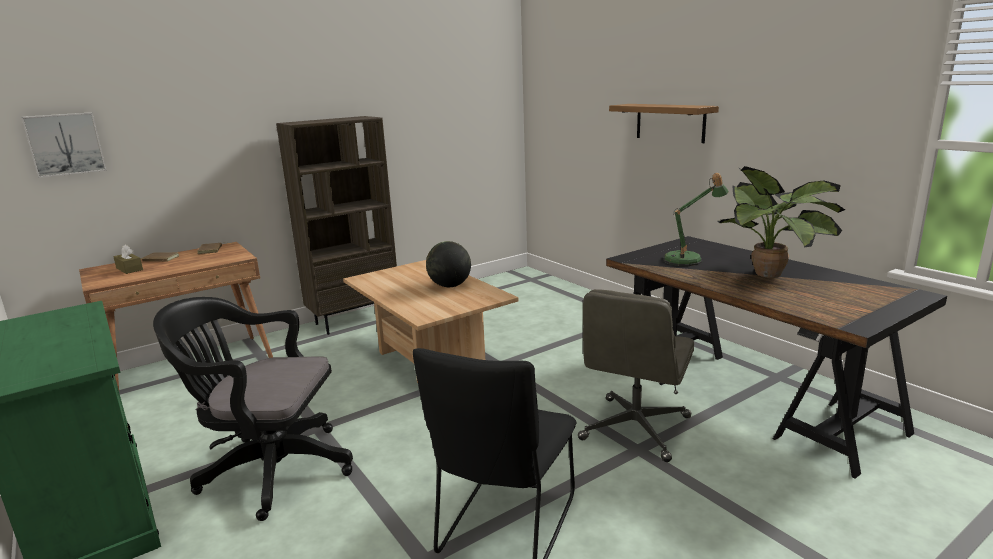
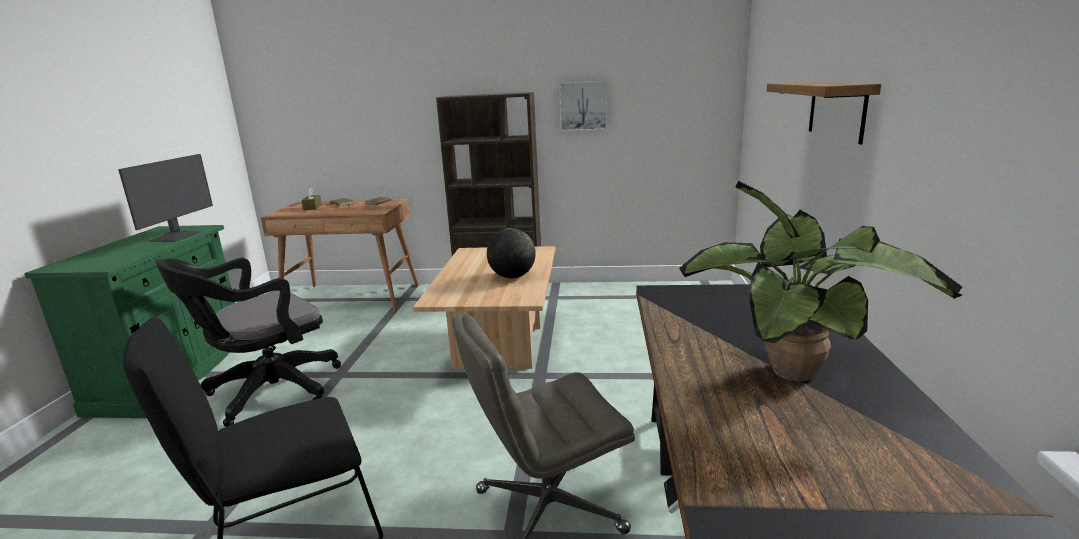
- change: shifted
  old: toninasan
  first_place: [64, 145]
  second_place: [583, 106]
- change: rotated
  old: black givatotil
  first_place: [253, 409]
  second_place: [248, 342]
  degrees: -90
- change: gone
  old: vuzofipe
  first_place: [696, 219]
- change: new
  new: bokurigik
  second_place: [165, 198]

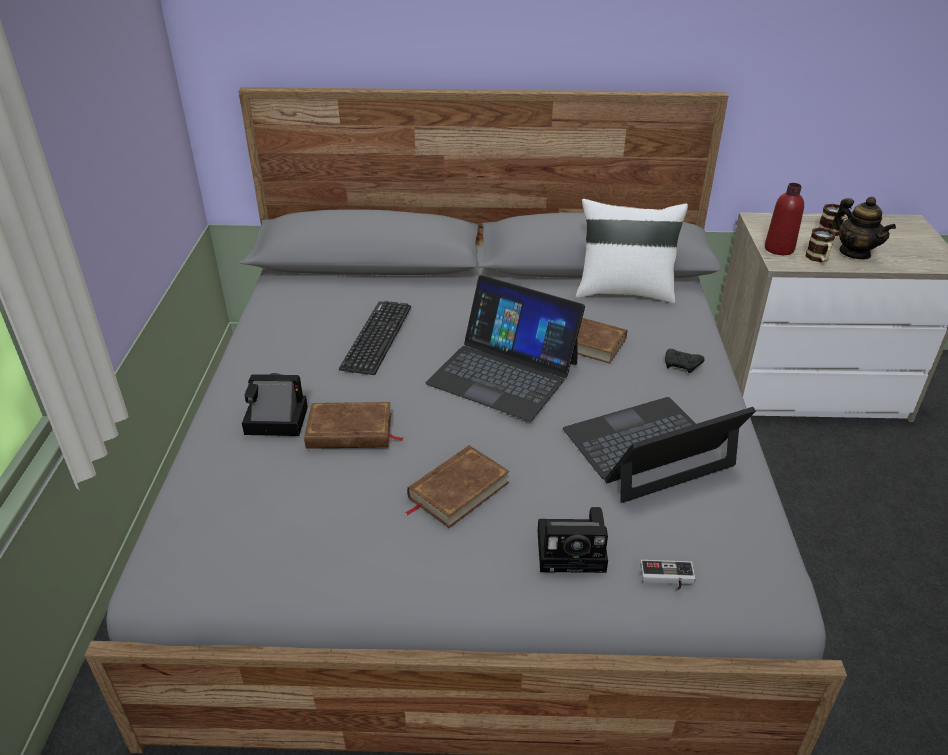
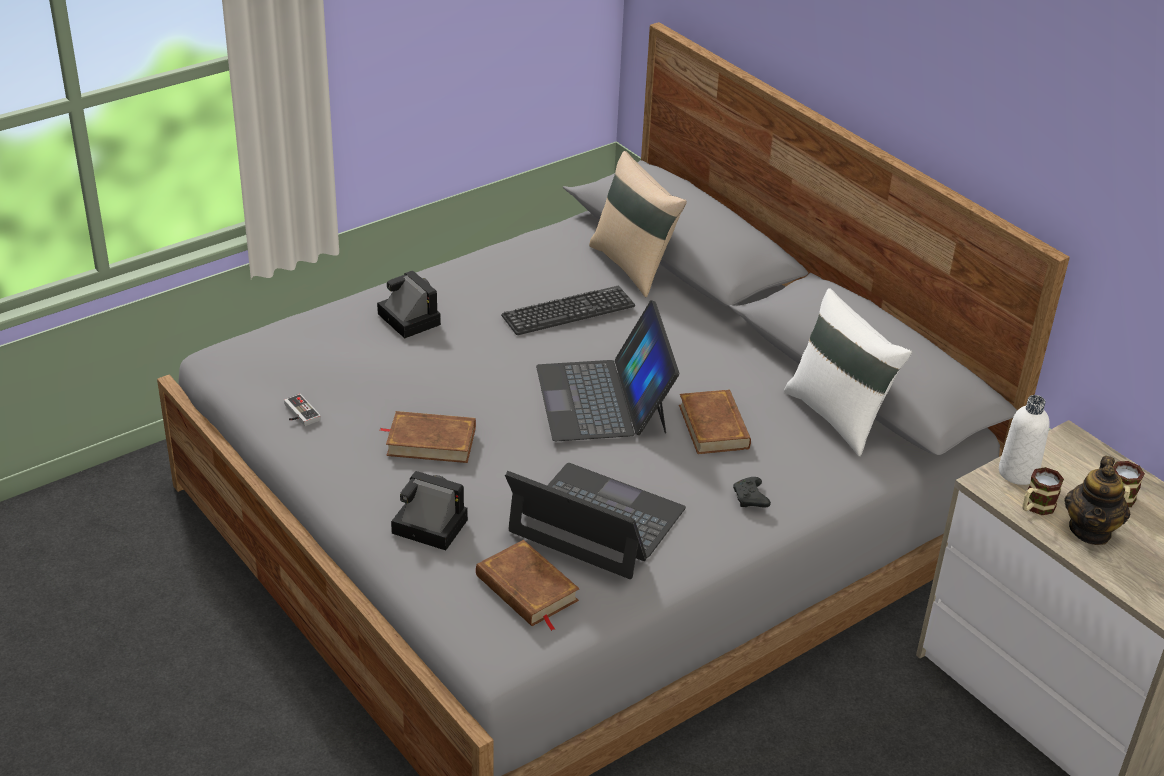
- change: shifted
  old: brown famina
  first_place: [354, 425]
  second_place: [527, 585]
- change: rotated
  old: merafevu
  first_place: [573, 540]
  second_place: [429, 510]
  degrees: 150
- change: shifted
  old: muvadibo
  first_place: [668, 575]
  second_place: [302, 410]
- change: repainted
  old: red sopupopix
  new: white sopupopix
  first_place: [784, 219]
  second_place: [1024, 440]
- change: new
  new: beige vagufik
  second_place: [638, 224]

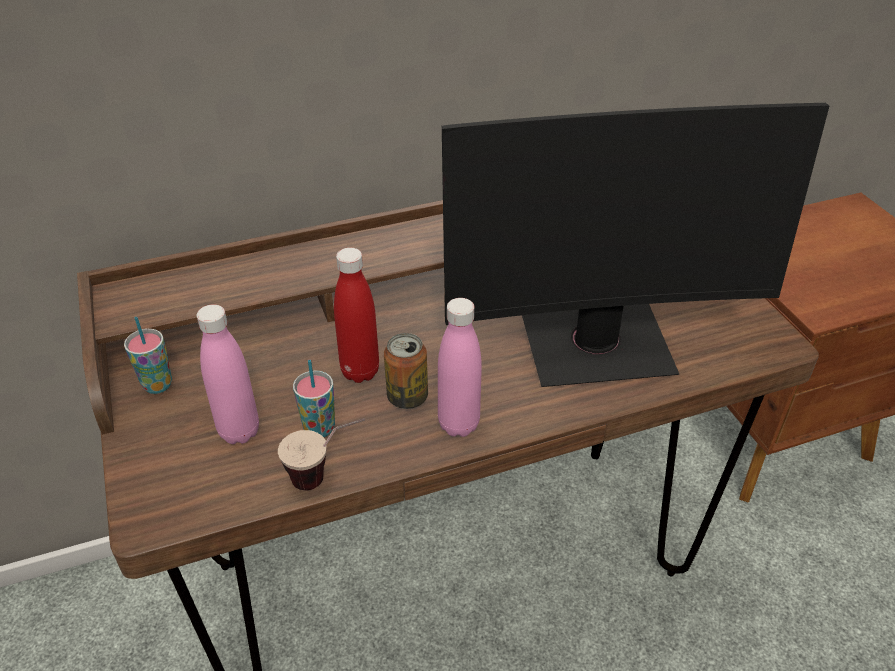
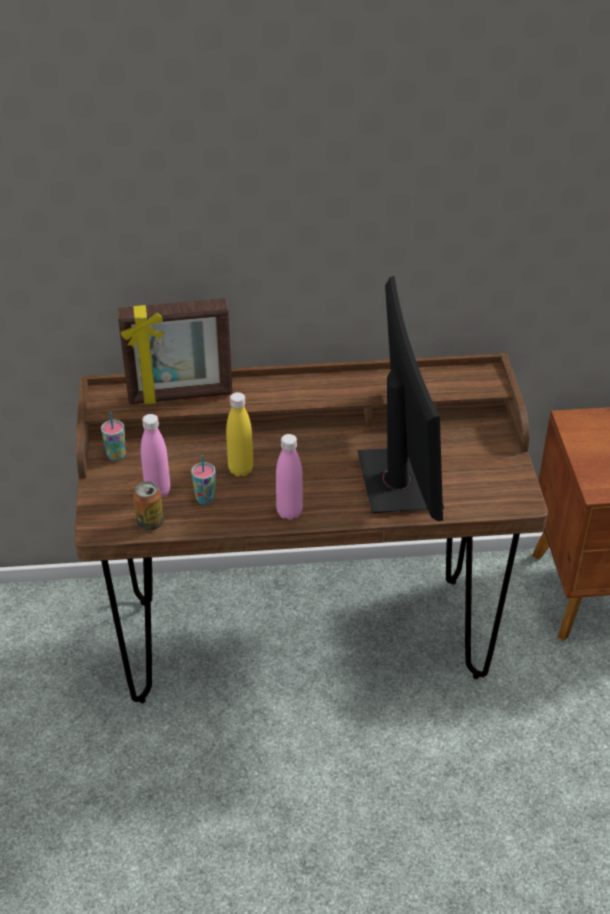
- change: gone
  old: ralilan
  first_place: [321, 454]
- change: repainted
  old: red sopupopix
  new: yellow sopupopix
  first_place: [356, 315]
  second_place: [239, 434]
- change: shifted
  old: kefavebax
  first_place: [406, 371]
  second_place: [148, 506]
- change: rotated
  old: bokurigik
  first_place: [635, 245]
  second_place: [400, 398]
  degrees: -105
- change: new
  new: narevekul
  second_place: [175, 351]

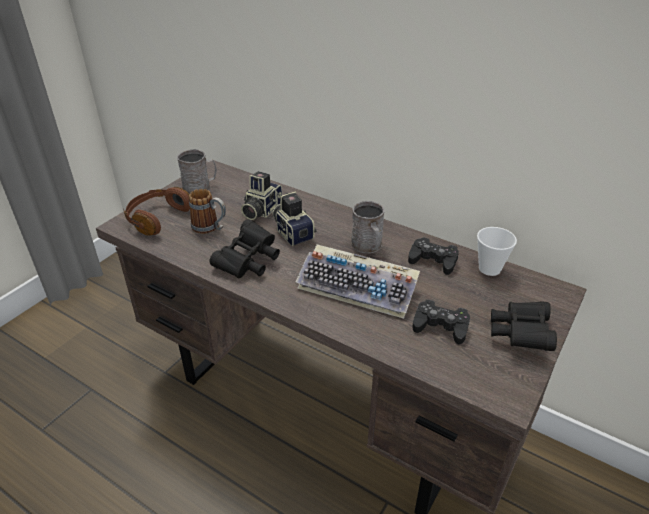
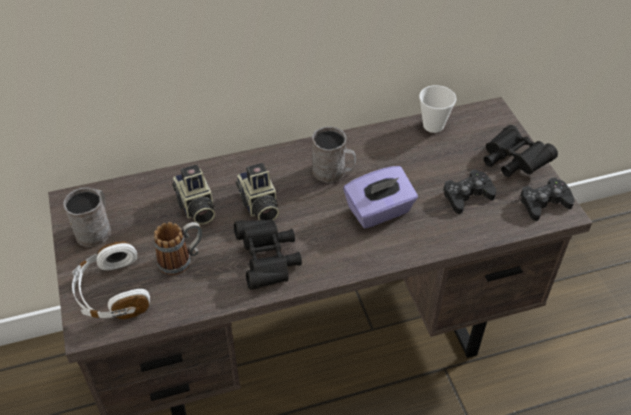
- change: repainted
  old: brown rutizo
  new: white rutizo
  first_place: [156, 211]
  second_place: [111, 280]
- change: rotated
  old: merafevu
  first_place: [294, 218]
  second_place: [257, 191]
  degrees: -120
- change: swapped
  old: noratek
  new: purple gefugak
  first_place: [357, 281]
  second_place: [381, 197]
- change: shifted
  old: black muvadibo
  first_place: [433, 256]
  second_place: [547, 199]

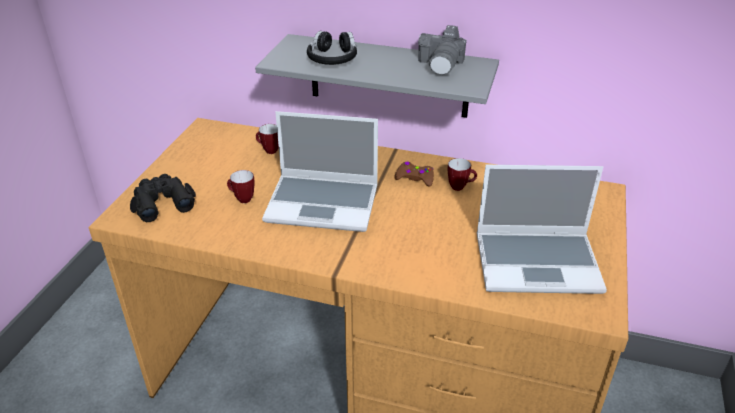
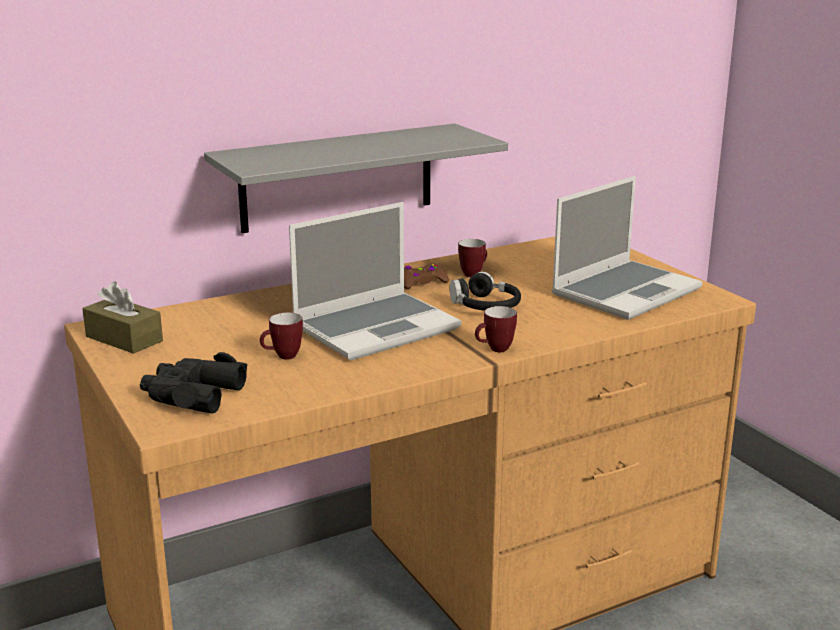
- change: shifted
  old: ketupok
  first_place: [267, 139]
  second_place: [496, 329]
- change: shifted
  old: black rutizo
  first_place: [332, 48]
  second_place: [485, 291]
- change: gone
  old: merafevu
  first_place: [442, 50]
- change: new
  new: brown gefugak
  second_place: [122, 317]

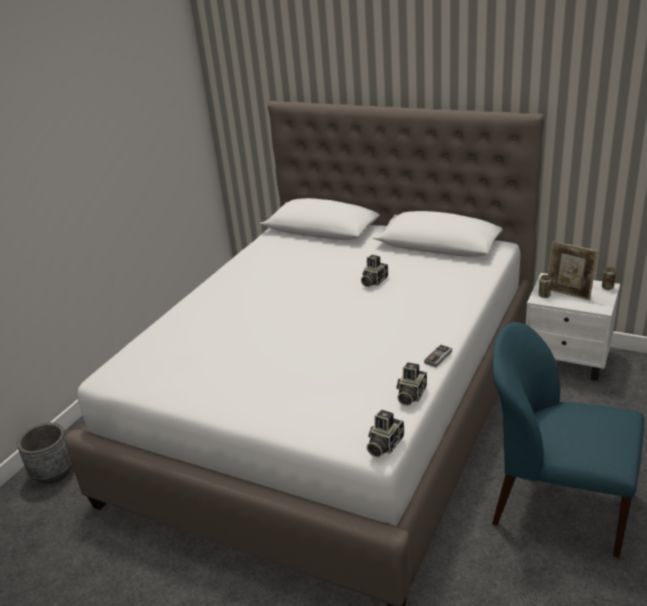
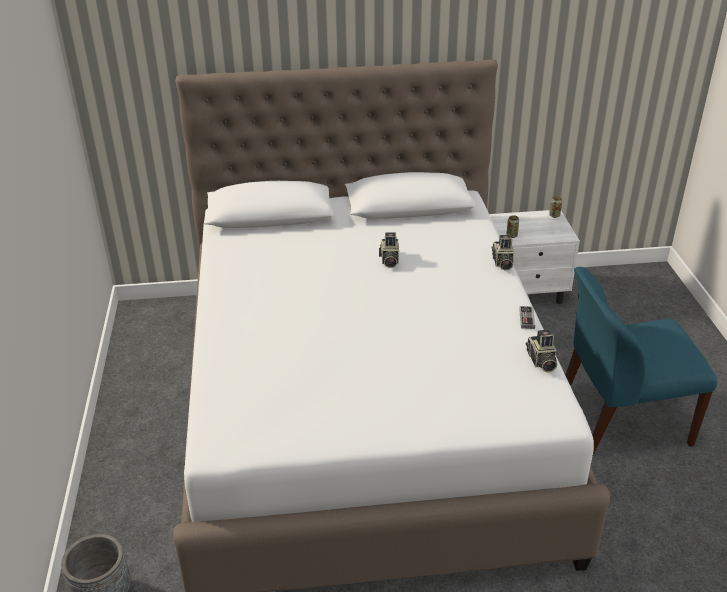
- change: shifted
  old: merafevu
  first_place: [385, 433]
  second_place: [503, 253]
- change: gone
  old: narevekul
  first_place: [573, 270]

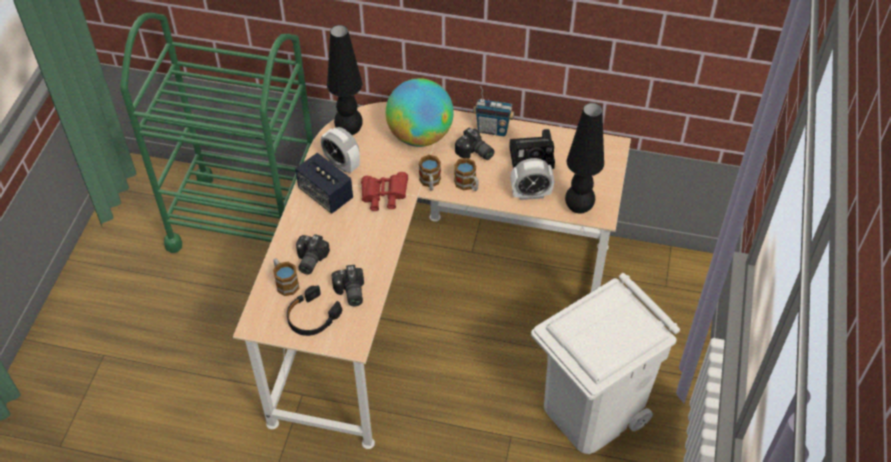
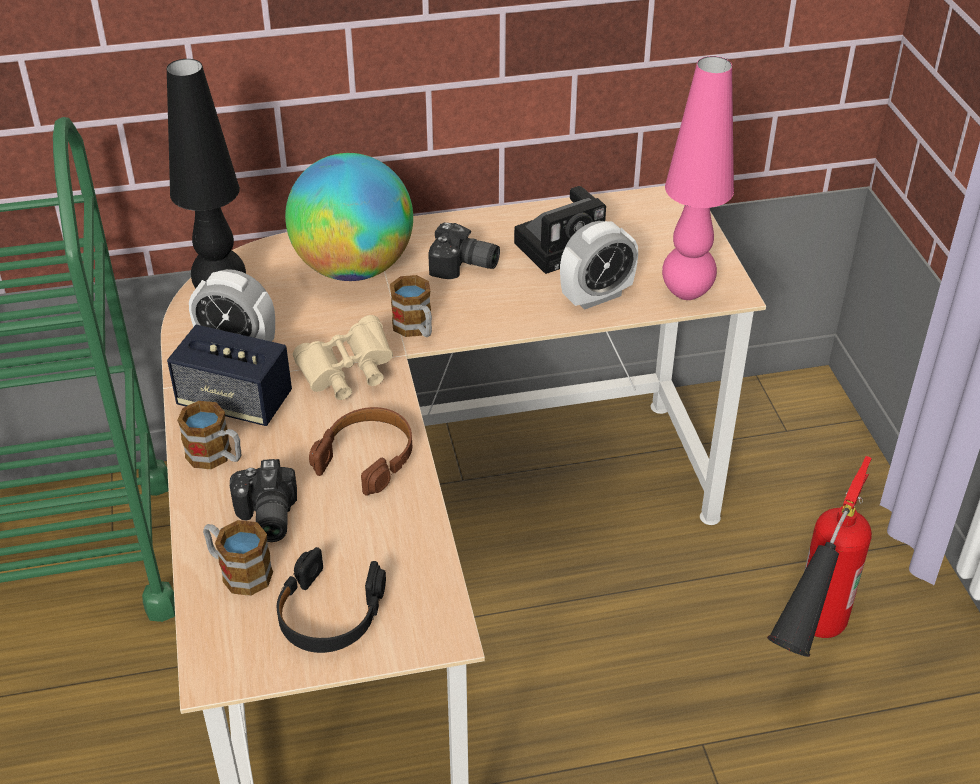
- change: gone
  old: merafevu
  first_place: [347, 285]
- change: repainted
  old: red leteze
  new: beige leteze
  first_place: [384, 191]
  second_place: [343, 357]
- change: shifted
  old: ketupok
  first_place: [466, 174]
  second_place: [209, 435]
- change: gone
  old: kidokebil
  first_place: [494, 111]
- change: swapped
  old: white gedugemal
  new: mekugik
  first_place: [605, 363]
  second_place: [819, 556]
- change: repainted
  old: black vuzofipe
  new: pink vuzofipe
  first_place: [584, 158]
  second_place: [698, 178]
- change: new
  new: brown rutizo
  second_place: [360, 451]

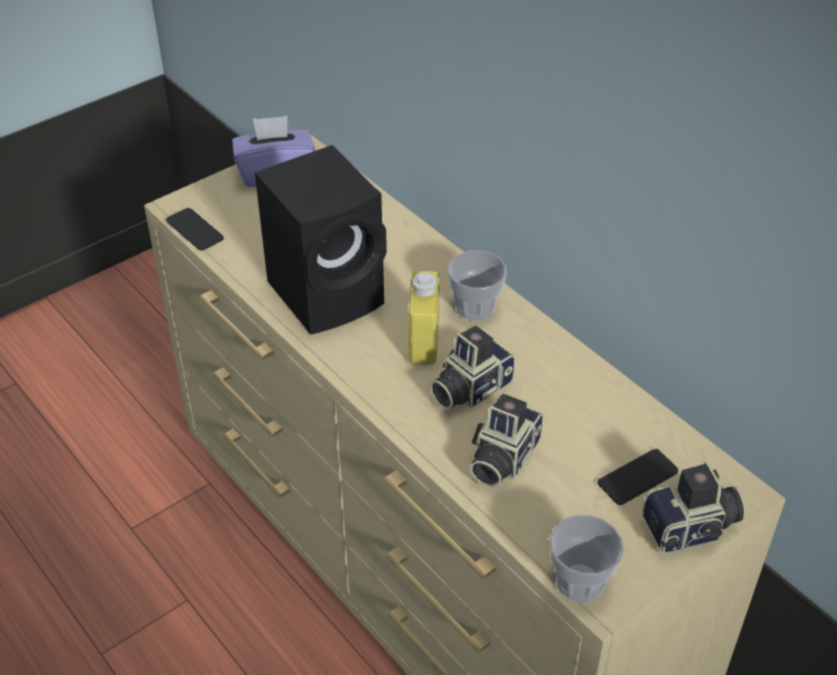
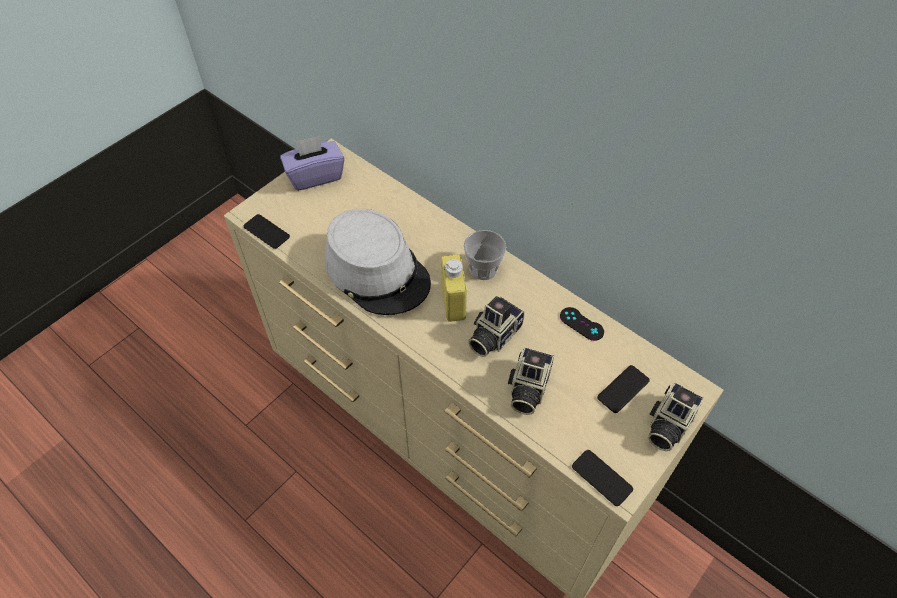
- change: swapped
  old: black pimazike
  new: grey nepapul
  first_place: [321, 240]
  second_place: [378, 262]
- change: swapped
  old: ralilan
  new: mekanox
  first_place: [586, 558]
  second_place: [602, 478]
- change: rotated
  old: merafevu
  first_place: [694, 507]
  second_place: [676, 417]
  degrees: 150
- change: new
  new: black muvadibo
  second_place: [582, 324]

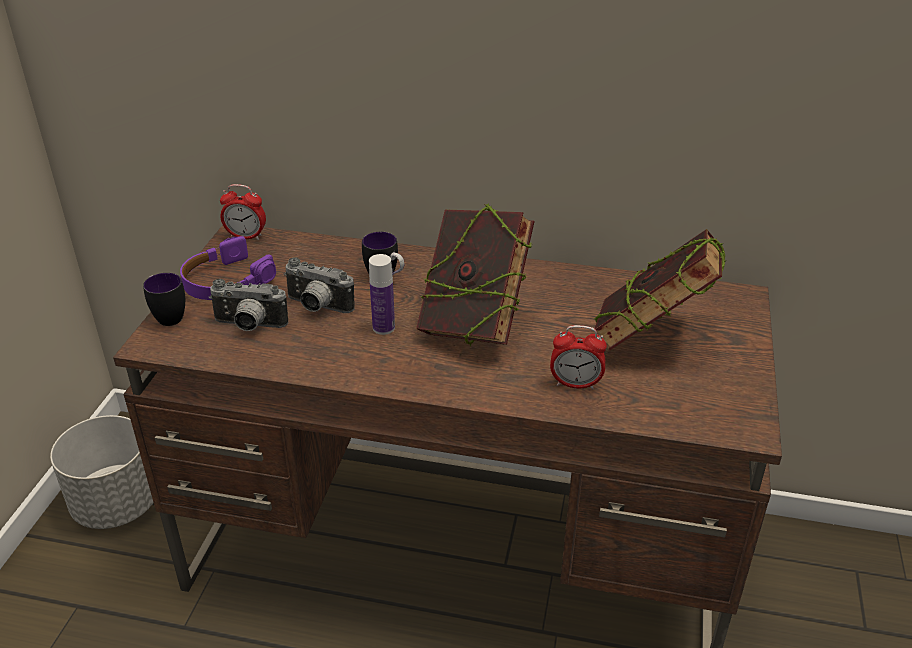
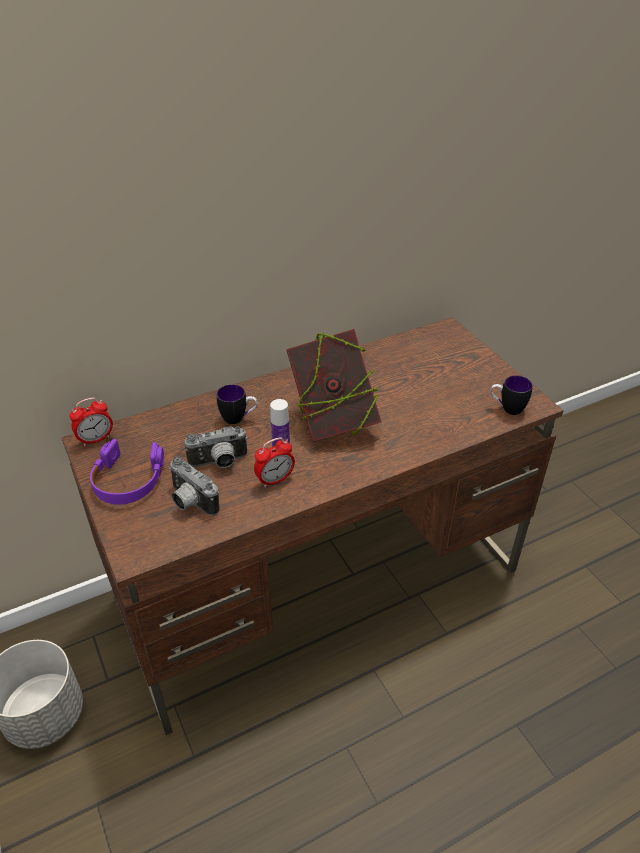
- change: shifted
  old: ketupok
  first_place: [164, 299]
  second_place: [511, 395]
- change: rotated
  old: merafevu
  first_place: [248, 305]
  second_place: [194, 486]
  degrees: 75
- change: shifted
  old: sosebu
  first_place: [578, 357]
  second_place: [274, 462]
- change: gone
  old: famina
  first_place: [660, 289]

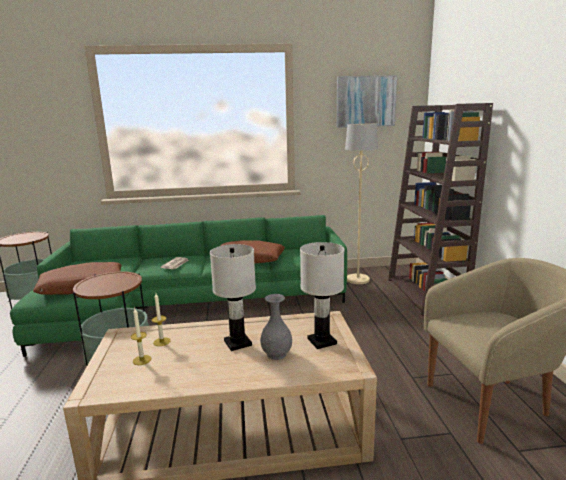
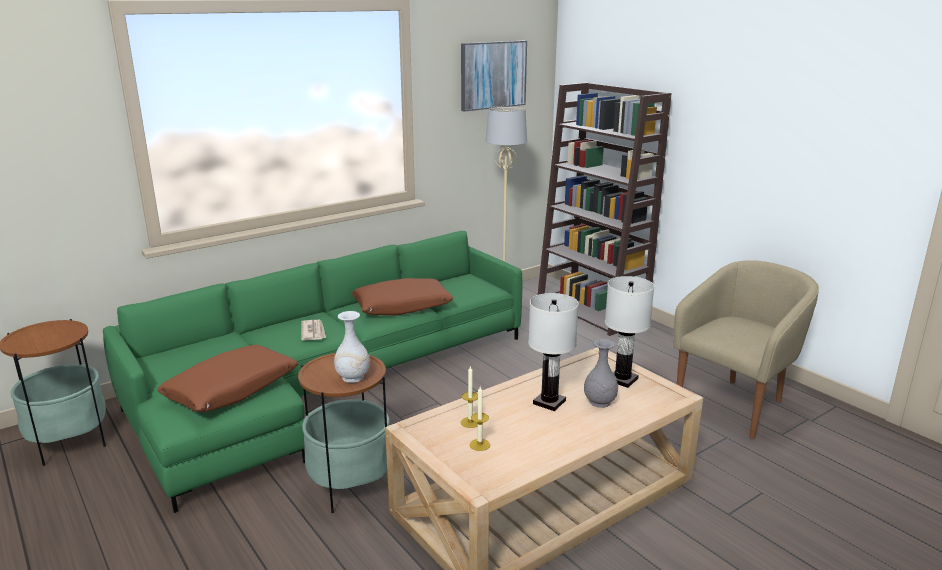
- change: new
  new: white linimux
  second_place: [352, 347]

